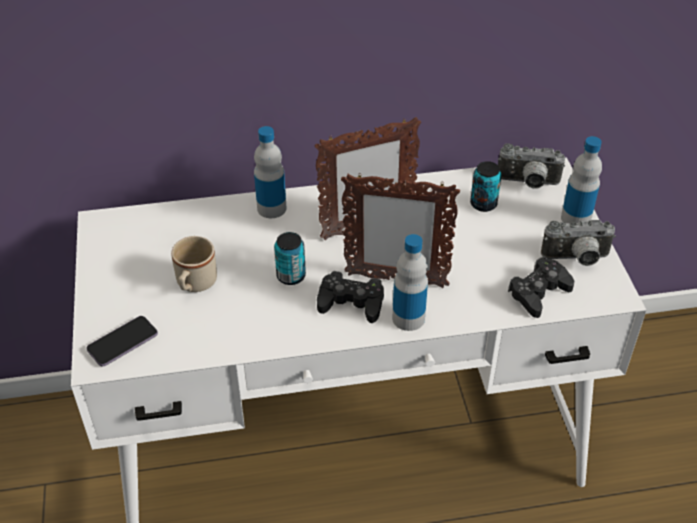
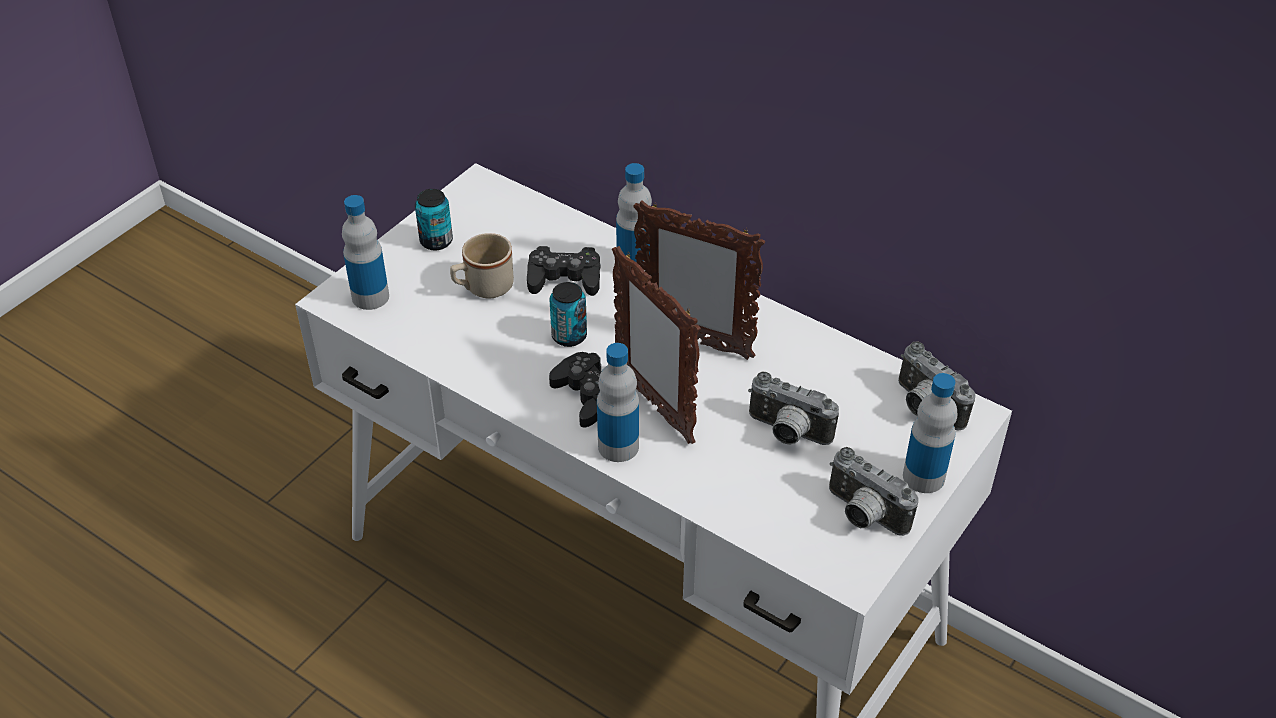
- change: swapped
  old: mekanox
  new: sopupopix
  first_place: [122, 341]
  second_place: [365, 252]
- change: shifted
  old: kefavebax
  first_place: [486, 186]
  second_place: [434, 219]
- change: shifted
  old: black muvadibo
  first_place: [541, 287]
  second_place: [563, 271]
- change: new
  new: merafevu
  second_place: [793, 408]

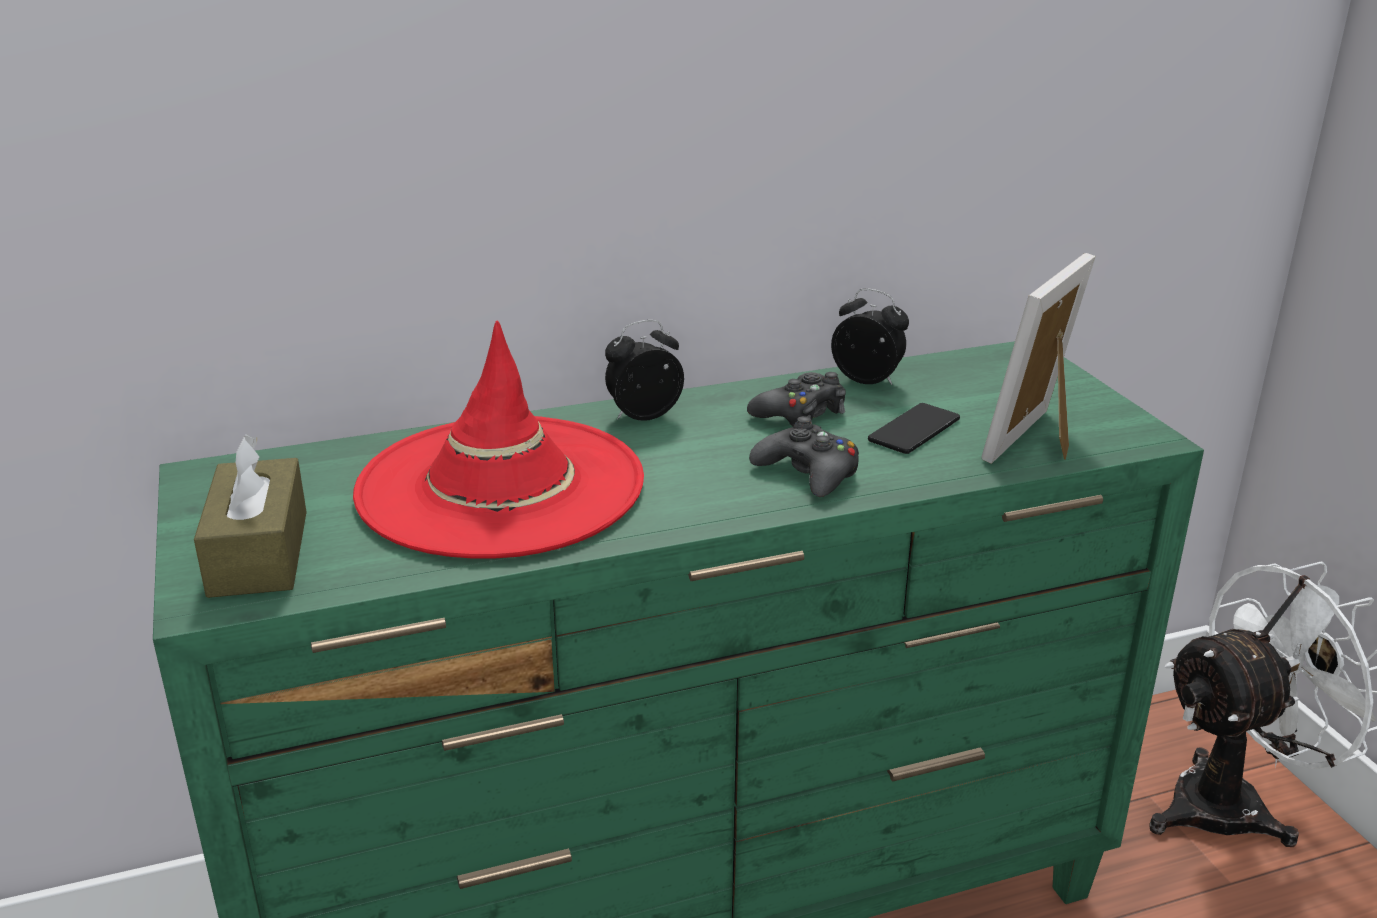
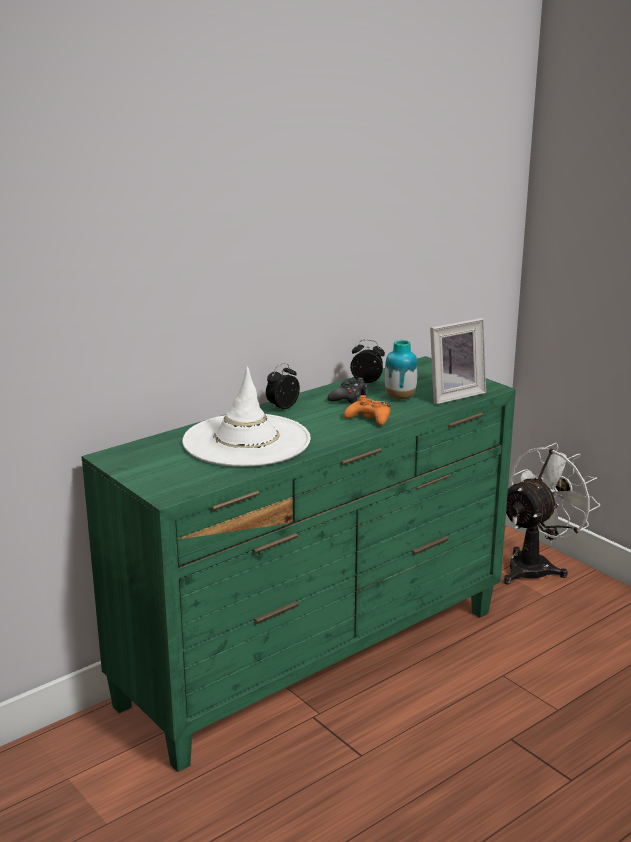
- change: gone
  old: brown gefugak
  first_place: [250, 516]
- change: repainted
  old: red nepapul
  new: white nepapul
  first_place: [498, 440]
  second_place: [246, 417]
- change: repainted
  old: black muvadibo
  new: orange muvadibo
  first_place: [804, 456]
  second_place: [367, 410]
- change: swapped
  old: mekanox
  new: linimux
  first_place: [914, 428]
  second_place: [401, 369]
- change: rotated
  old: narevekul
  first_place: [1038, 358]
  second_place: [458, 361]
  degrees: -135

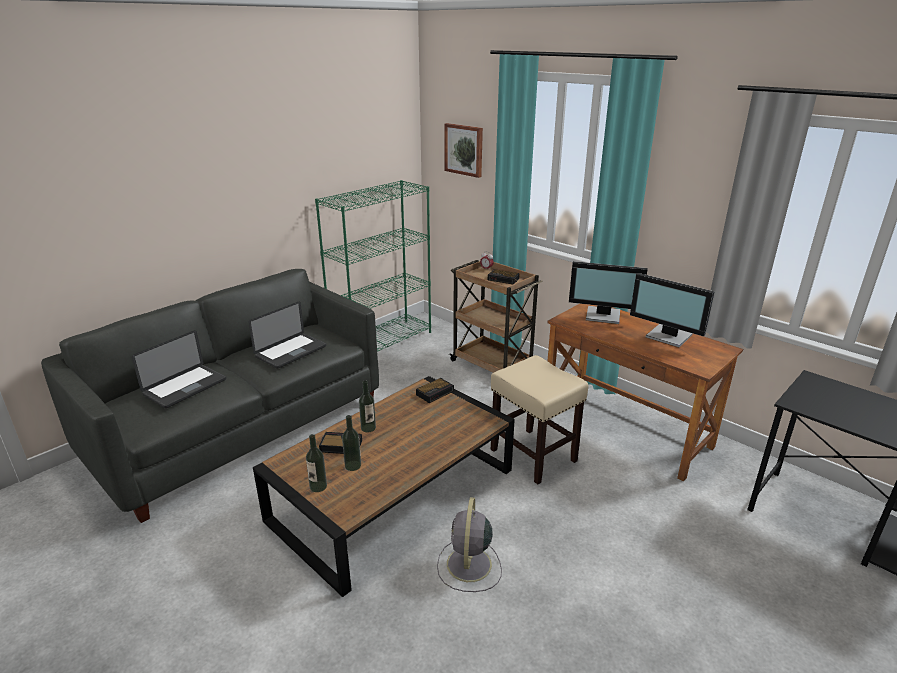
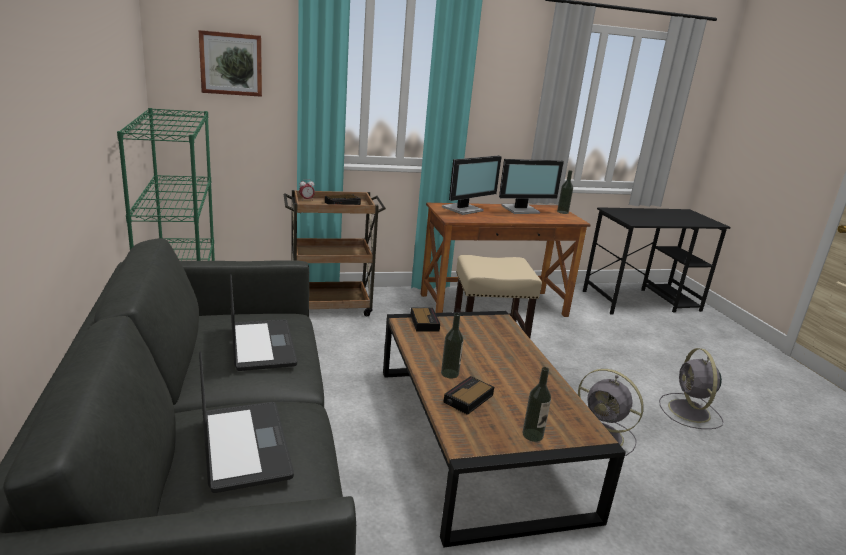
- change: shifted
  old: sopupopix
  first_place: [351, 443]
  second_place: [565, 192]
- change: new
  new: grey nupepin
  second_place: [691, 388]

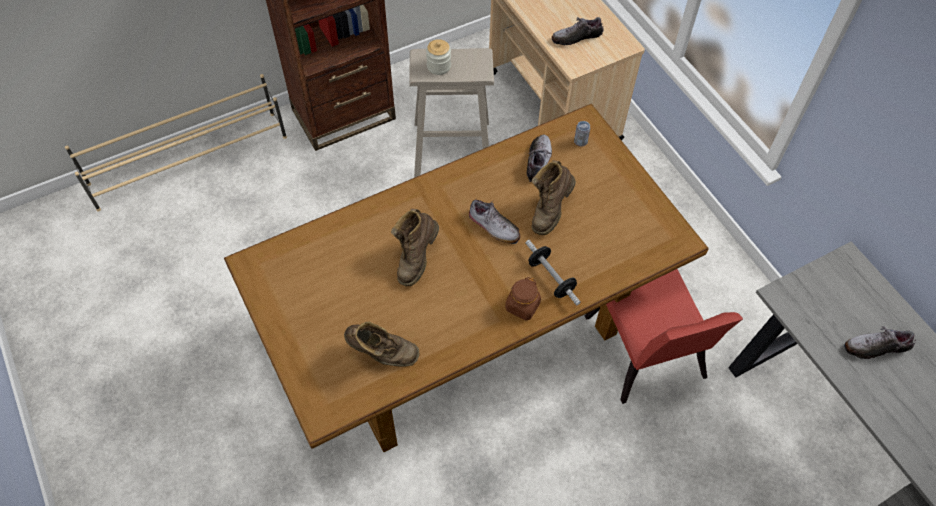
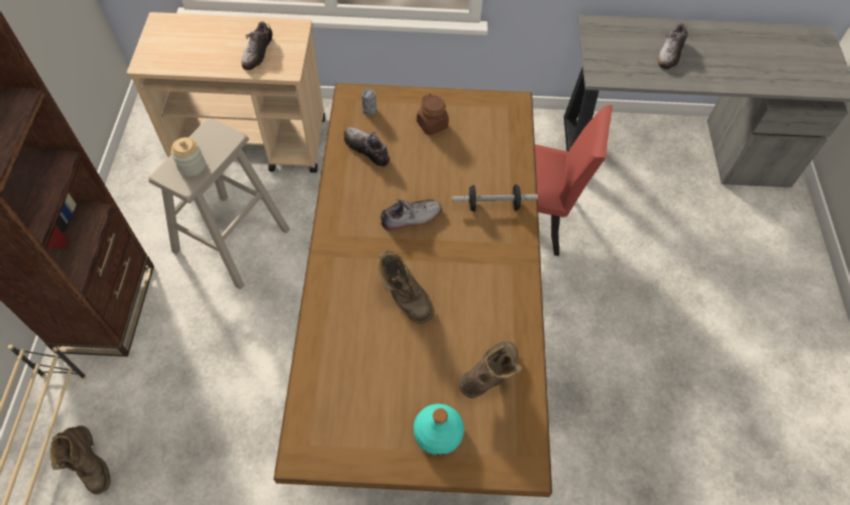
- change: shifted
  old: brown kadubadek
  first_place: [523, 298]
  second_place: [433, 114]
- change: shifted
  old: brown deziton
  first_place: [553, 197]
  second_place: [80, 460]
- change: new
  new: turquoise sopupopix
  second_place: [439, 429]

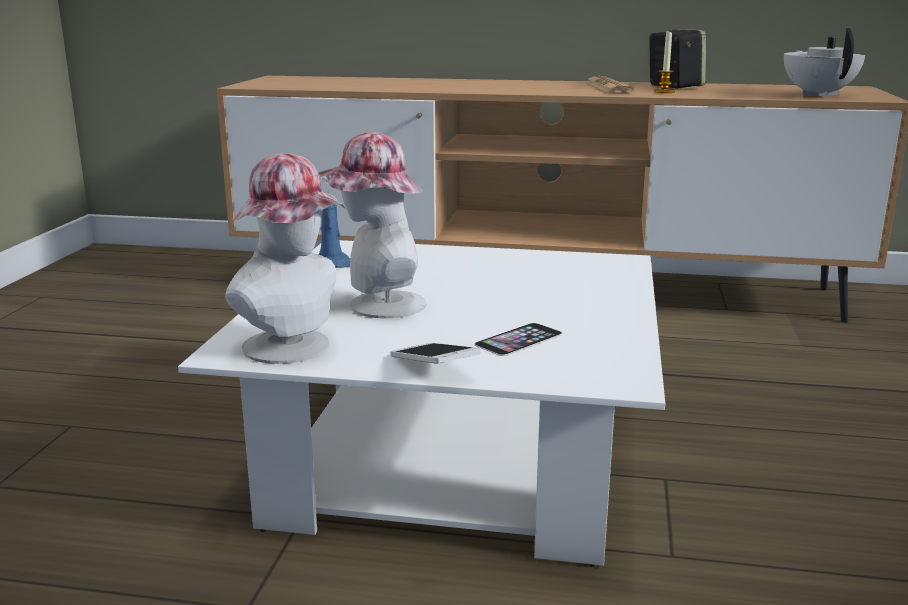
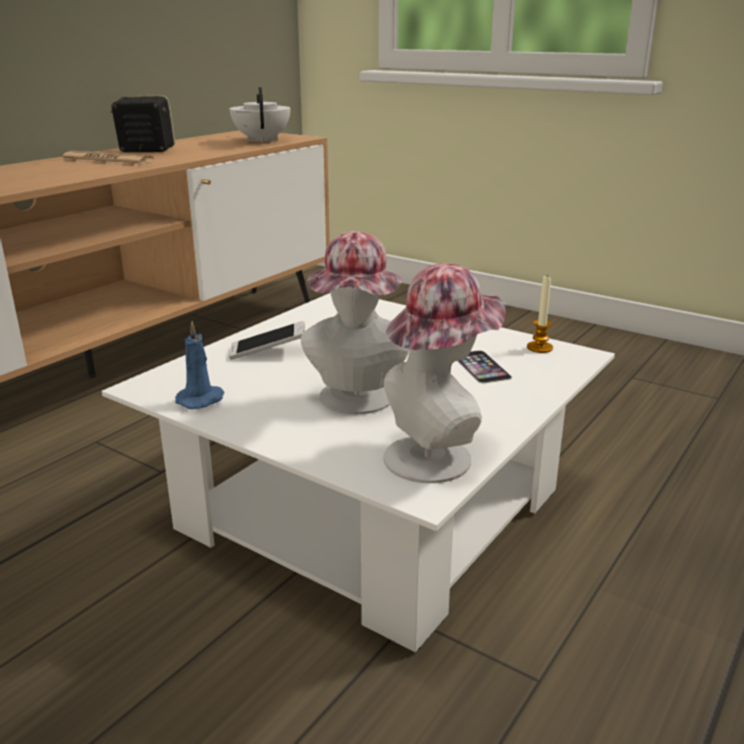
- change: shifted
  old: mekanox
  first_place: [435, 353]
  second_place: [267, 340]
- change: shifted
  old: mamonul
  first_place: [664, 61]
  second_place: [540, 315]
- change: rotated
  old: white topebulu
  first_place: [824, 62]
  second_place: [259, 115]
  degrees: 60

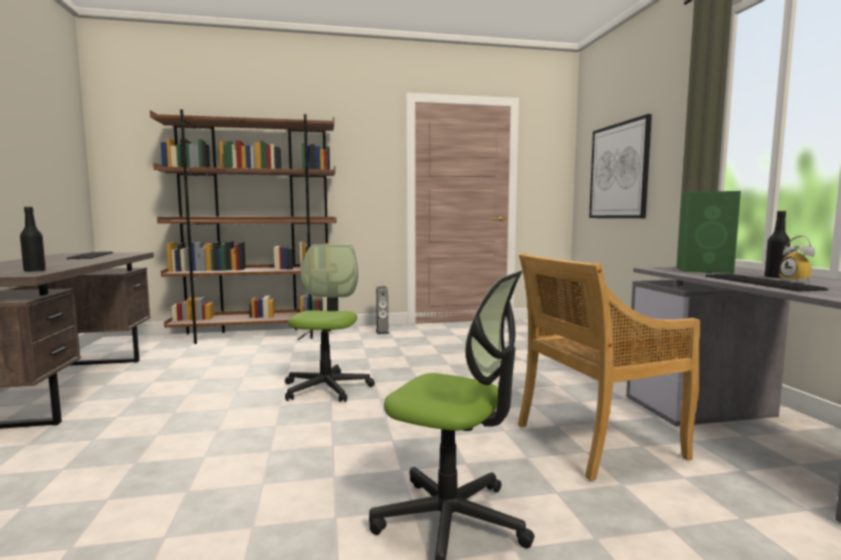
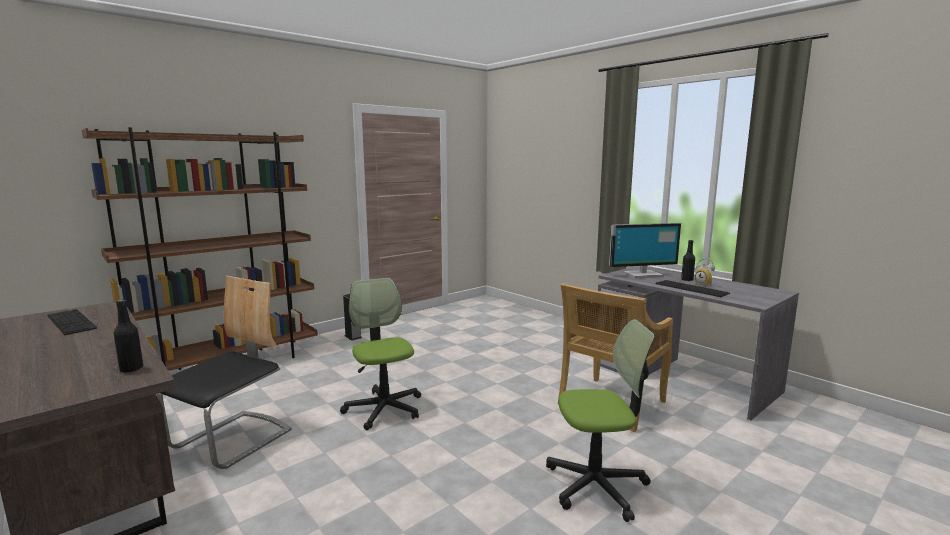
- change: gone
  old: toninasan
  first_place: [620, 166]
- change: swapped
  old: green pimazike
  new: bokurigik
  first_place: [708, 232]
  second_place: [645, 251]
- change: new
  new: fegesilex
  second_place: [224, 372]

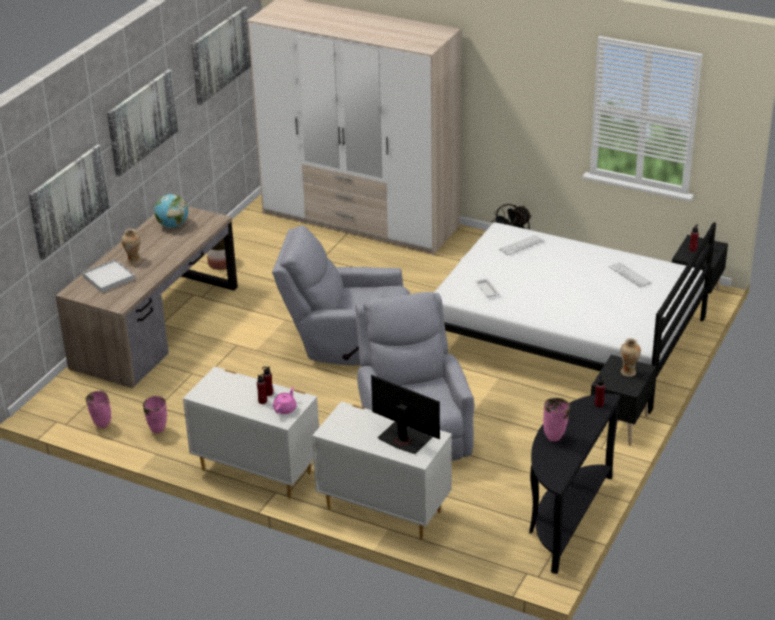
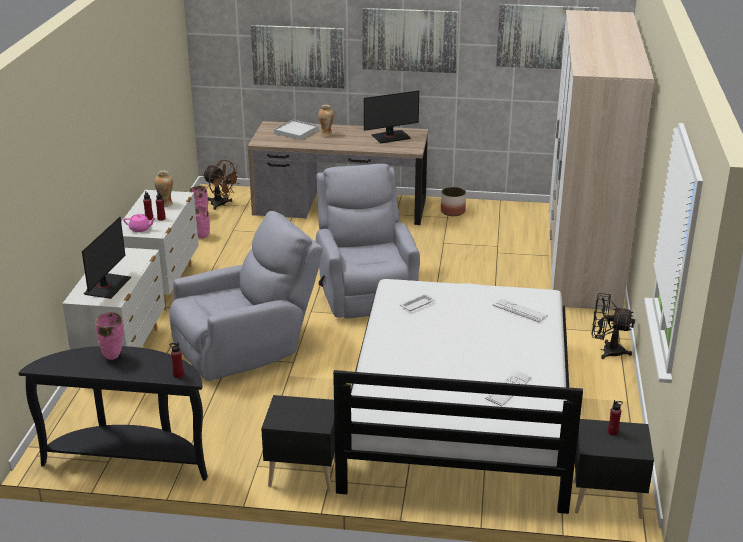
- change: swapped
  old: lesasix
  new: bokurigik
  first_place: [171, 211]
  second_place: [391, 117]
- change: shifted
  old: linimux
  first_place: [630, 357]
  second_place: [163, 189]
- change: new
  new: brown nupepin
  second_place: [221, 185]

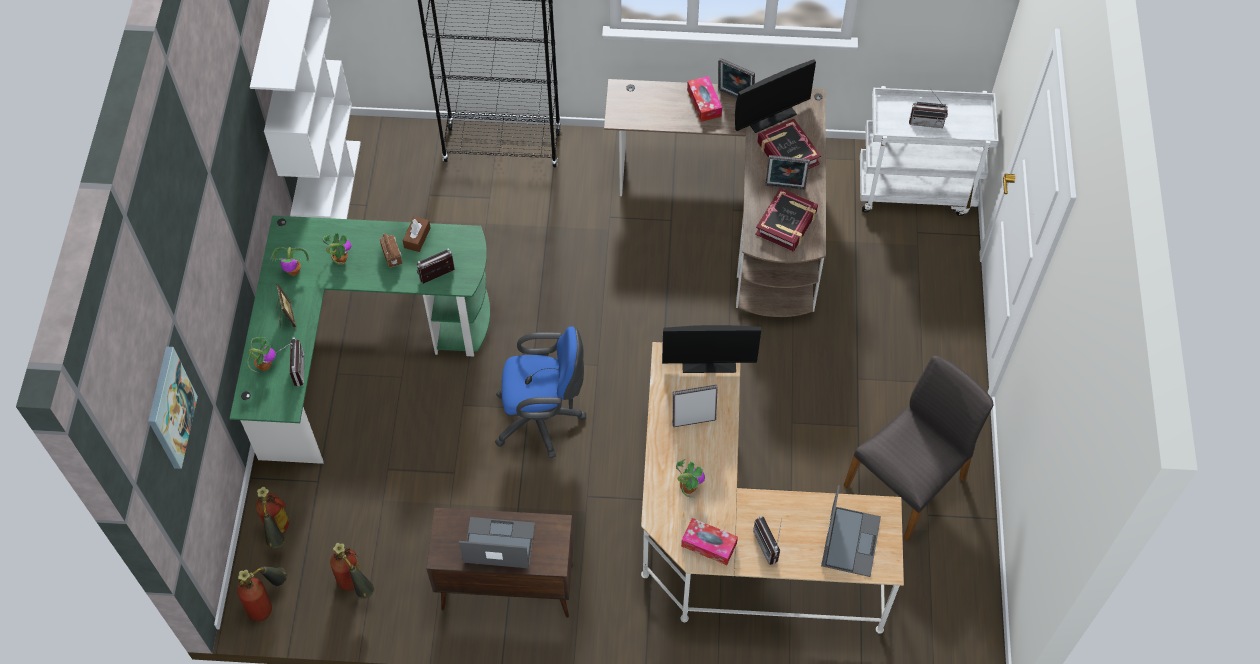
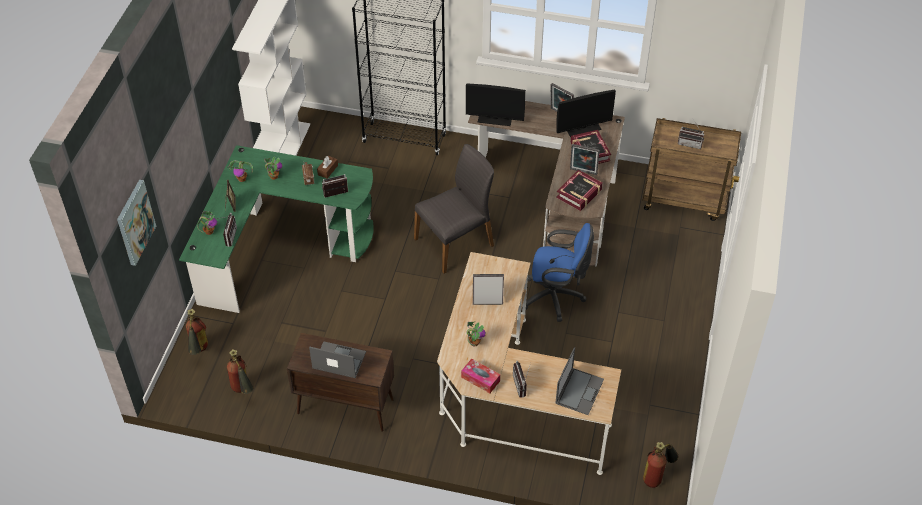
- change: shifted
  old: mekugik
  first_place: [262, 594]
  second_place: [660, 465]
- change: shifted
  old: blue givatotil
  first_place: [540, 392]
  second_place: [560, 272]
- change: shifted
  old: bokurigik
  first_place: [711, 349]
  second_place: [496, 104]
- change: gone
  old: gefugak
  first_place: [704, 99]
- change: shifted
  old: grey fegesilex
  first_place: [918, 449]
  second_place: [454, 209]
- change: repainted
  old: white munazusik
  new: brown munazusik
  first_place: [929, 151]
  second_place: [692, 169]

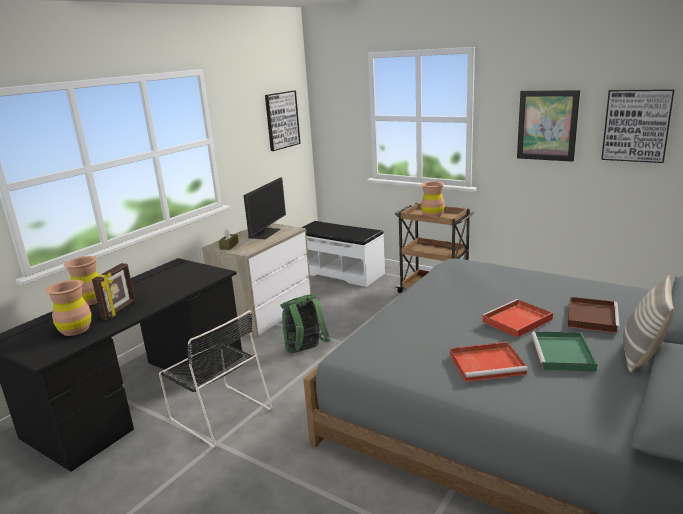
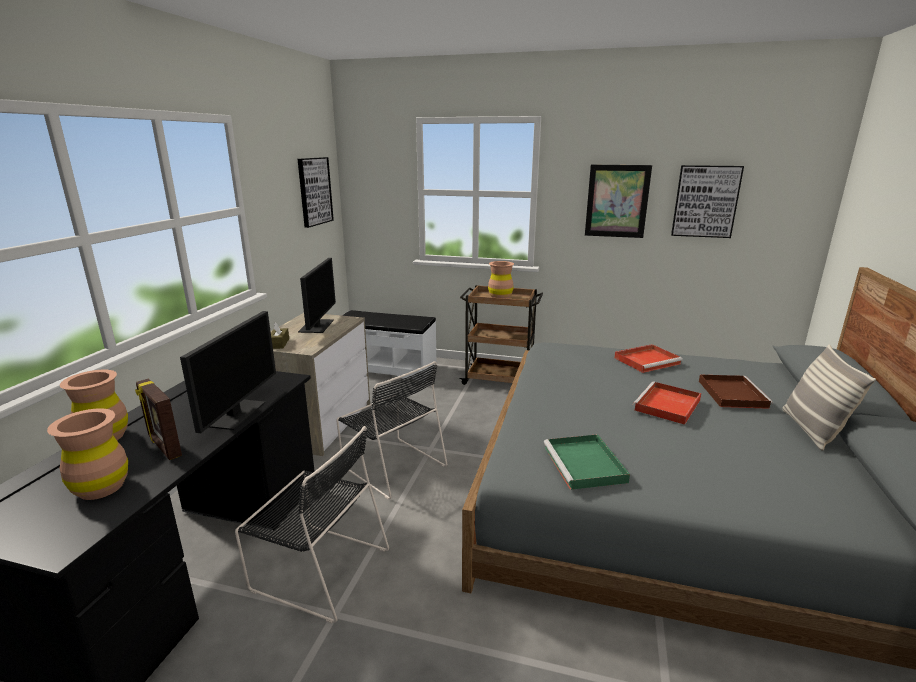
- change: rotated
  old: narevekul
  first_place: [113, 291]
  second_place: [158, 419]
  degrees: 135
- change: swapped
  old: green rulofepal
  new: black fegesilex
  first_place: [305, 323]
  second_place: [391, 430]
- change: shifted
  old: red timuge
  first_place: [489, 362]
  second_place: [648, 358]
- change: shifted
  old: green timuge
  first_place: [564, 351]
  second_place: [587, 462]
- change: new
  new: bokurigik
  second_place: [228, 372]

